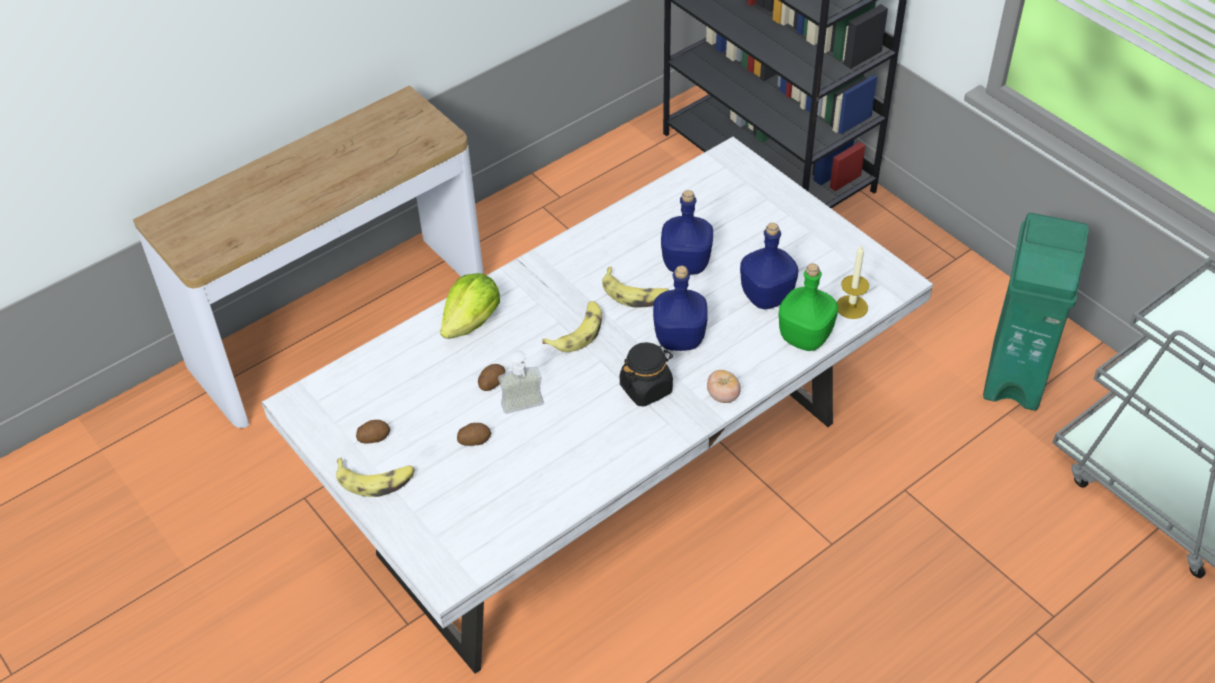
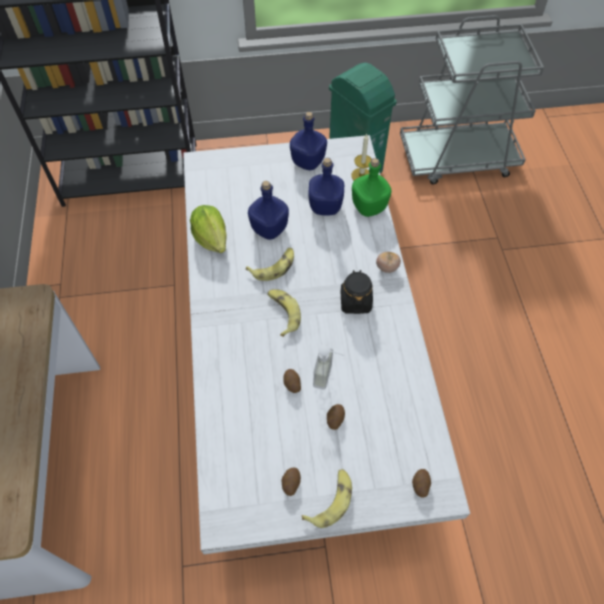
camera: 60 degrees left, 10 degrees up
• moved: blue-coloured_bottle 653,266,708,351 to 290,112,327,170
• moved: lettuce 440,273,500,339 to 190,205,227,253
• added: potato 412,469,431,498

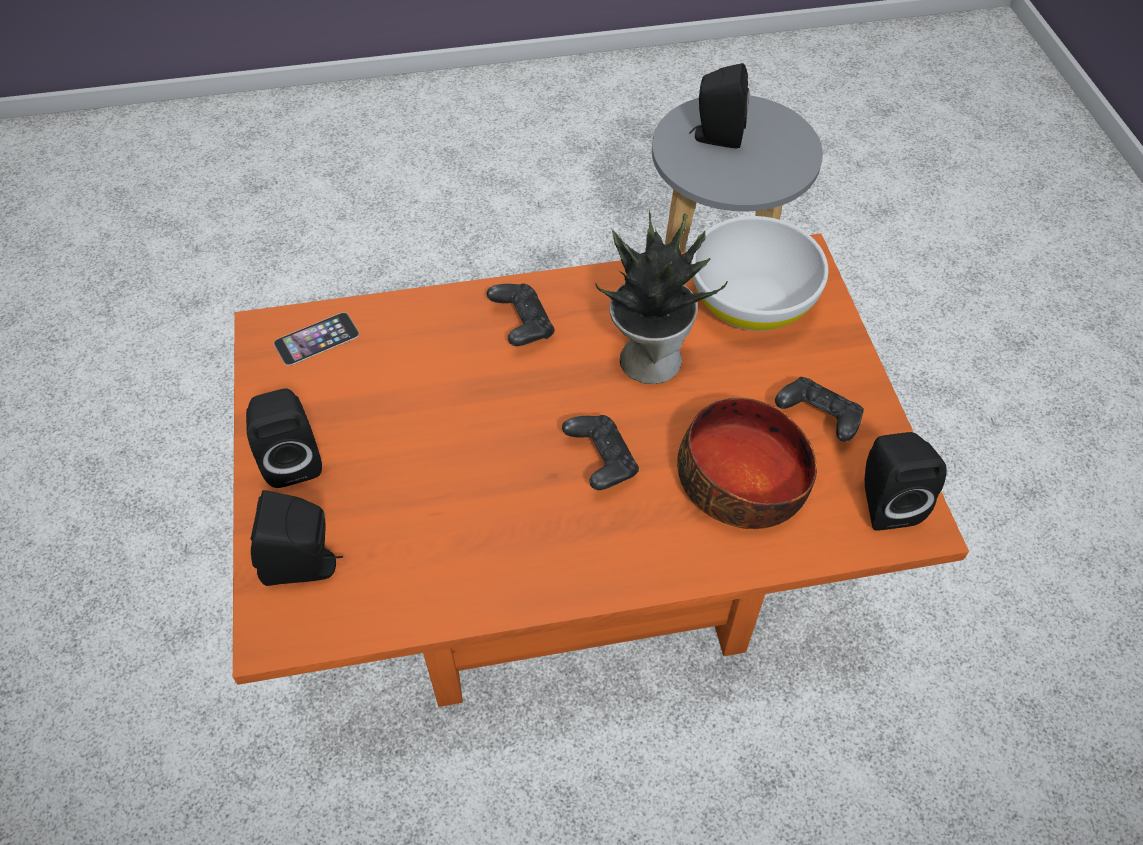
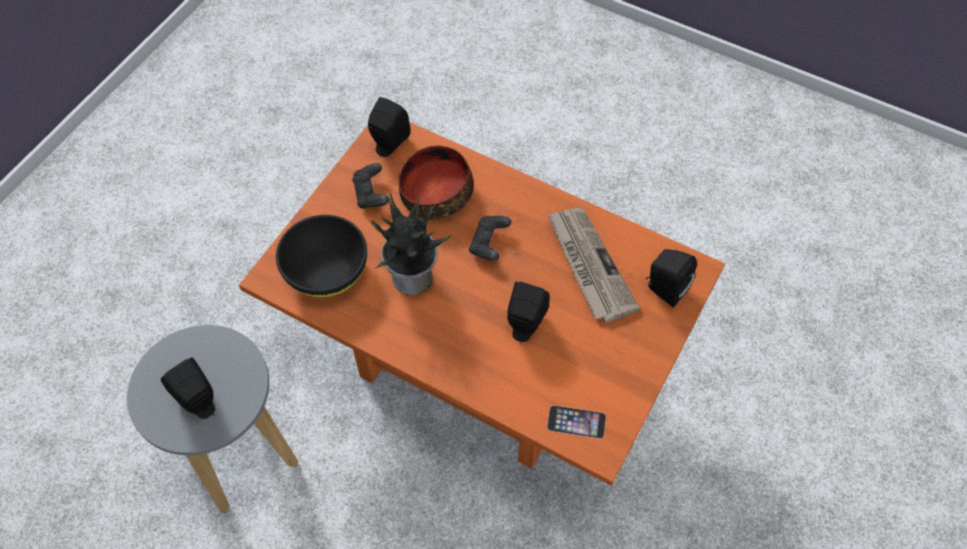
camera: 140 degrees left, 5 degrees up
• recoloured: white_deep_dish 691,216,829,331 to black_deep_dish 276,215,367,297
• removed: black_joypad 487,284,555,346
• moved: black_audio_speaker 246,388,322,488 to 507,282,550,344
• added: daily_paper 547,208,640,323

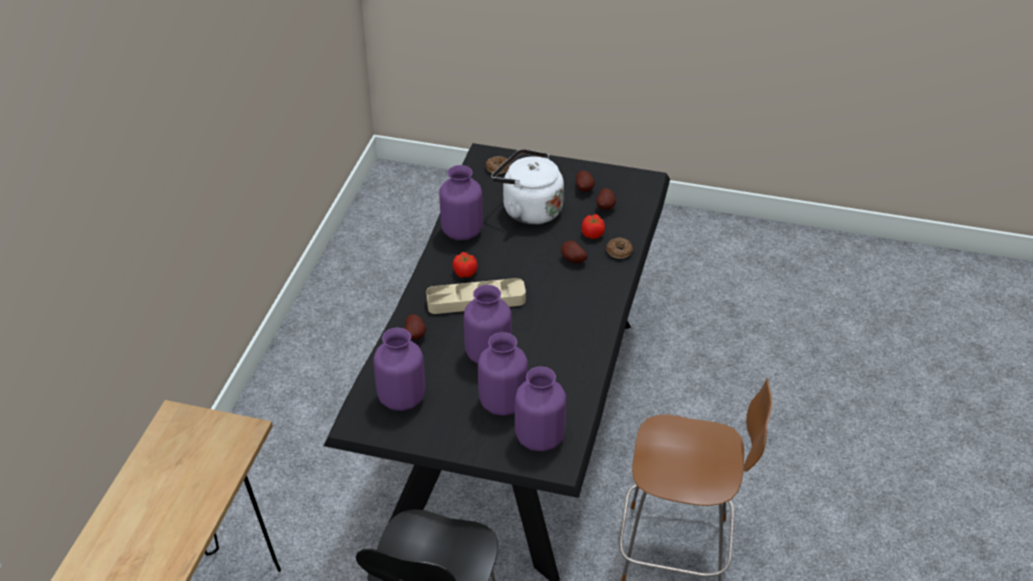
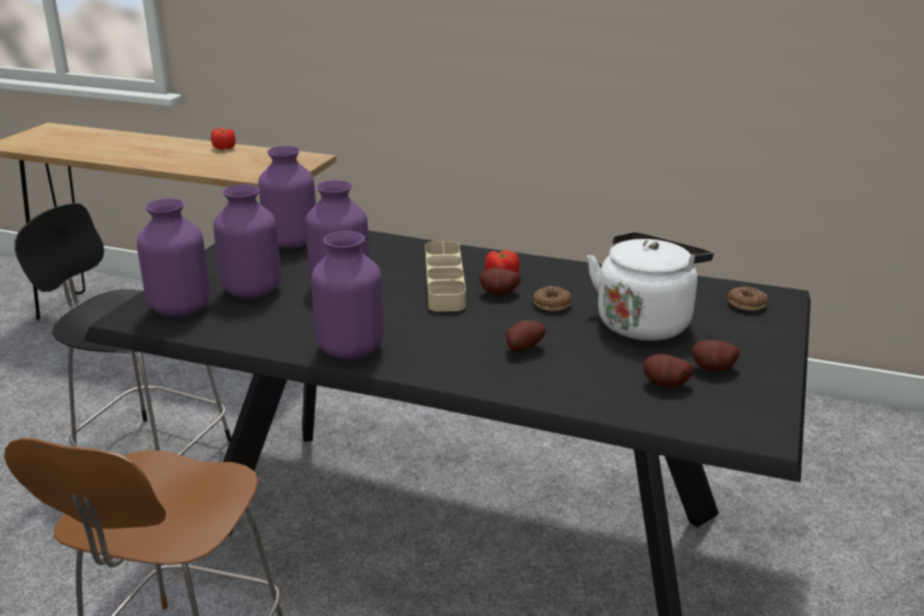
camera: 95 degrees right, 15 degrees down
• moved: purple-coloured_vase 439,165,483,240 to 311,231,384,359
• moved: whole_tomato 581,214,605,239 to 211,128,236,150
• moved: doughnut 606,237,633,259 to 533,286,572,311
• moved: potato 404,314,426,339 to 479,268,521,295

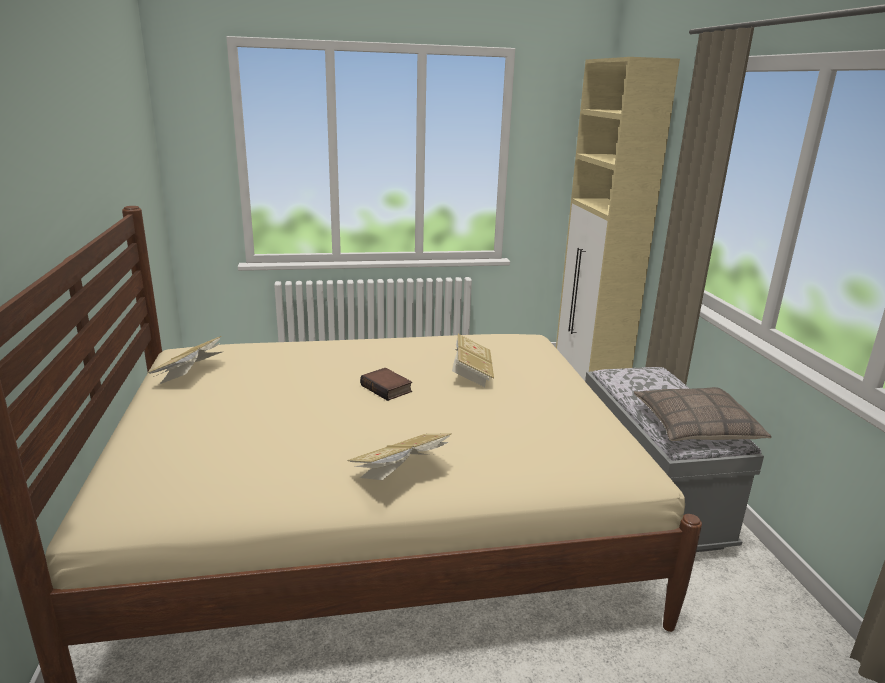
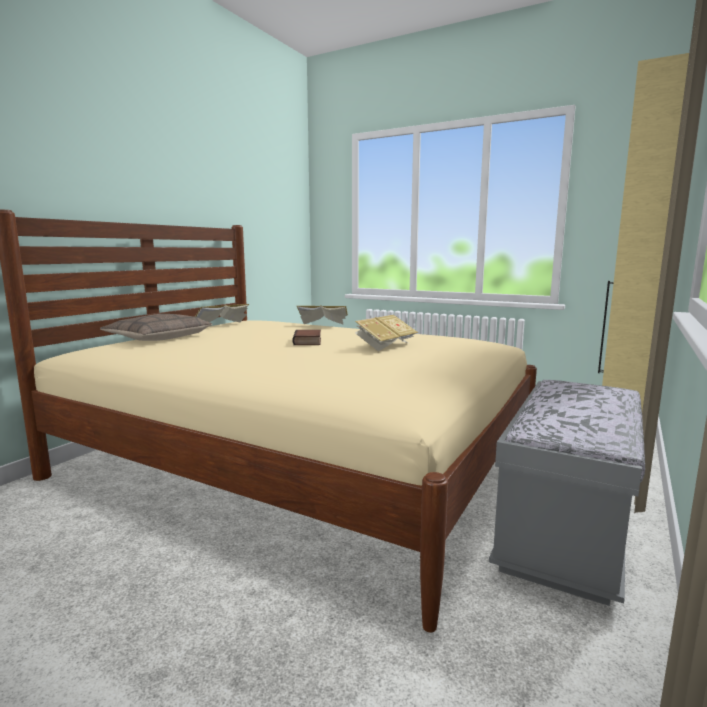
camera: 40 degrees right, 10 degrees down
• moved: cushion 634,387,771,441 to 100,314,212,341
• moved: volume 347,433,452,480 to 297,305,348,325

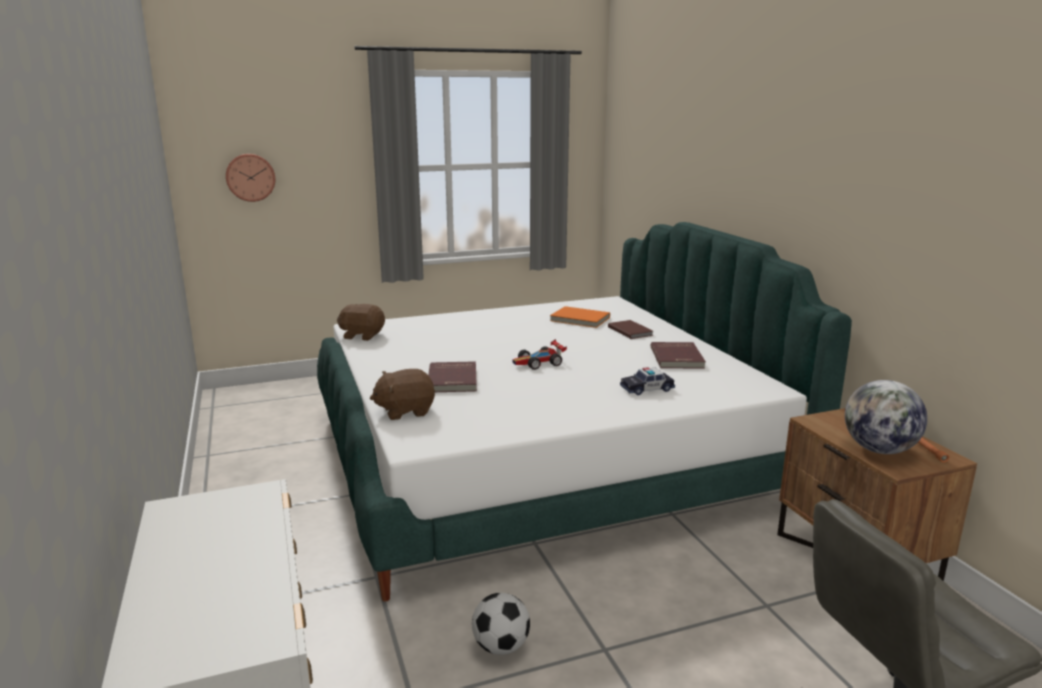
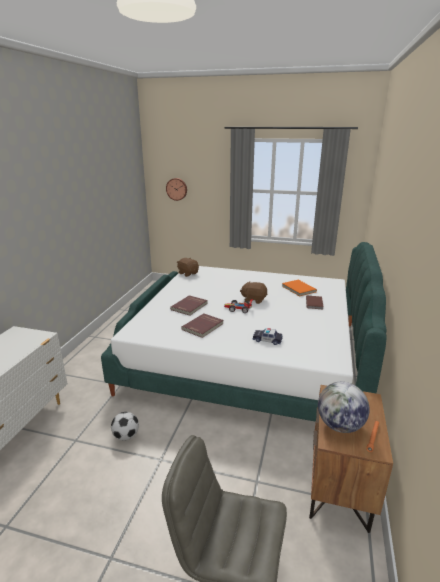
camera: 35 degrees right, 5 degrees up
• moved: reddish_volume 650,342,706,369 to 181,313,224,338
• moved: brown_plush_toy 370,369,435,420 to 240,281,268,304

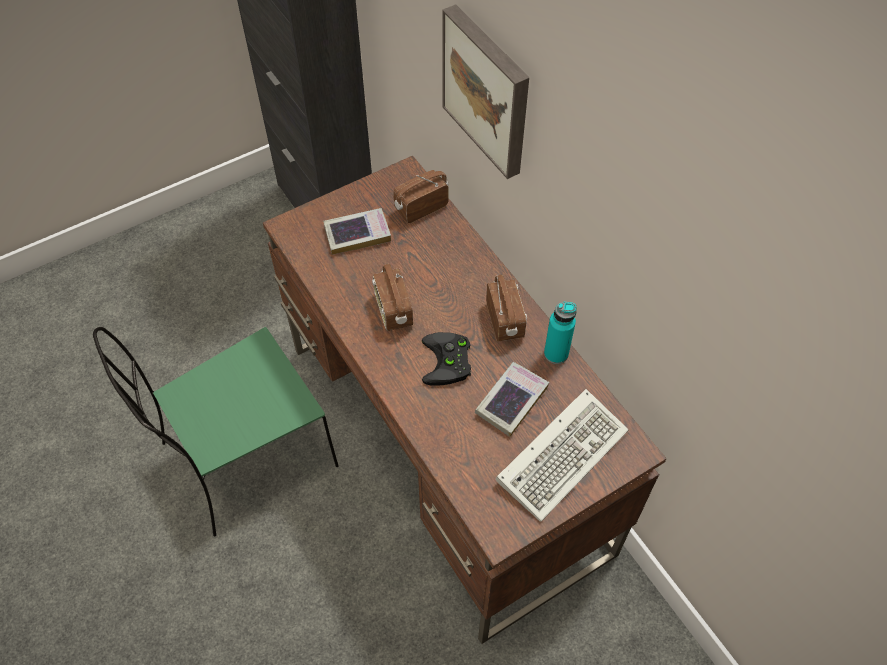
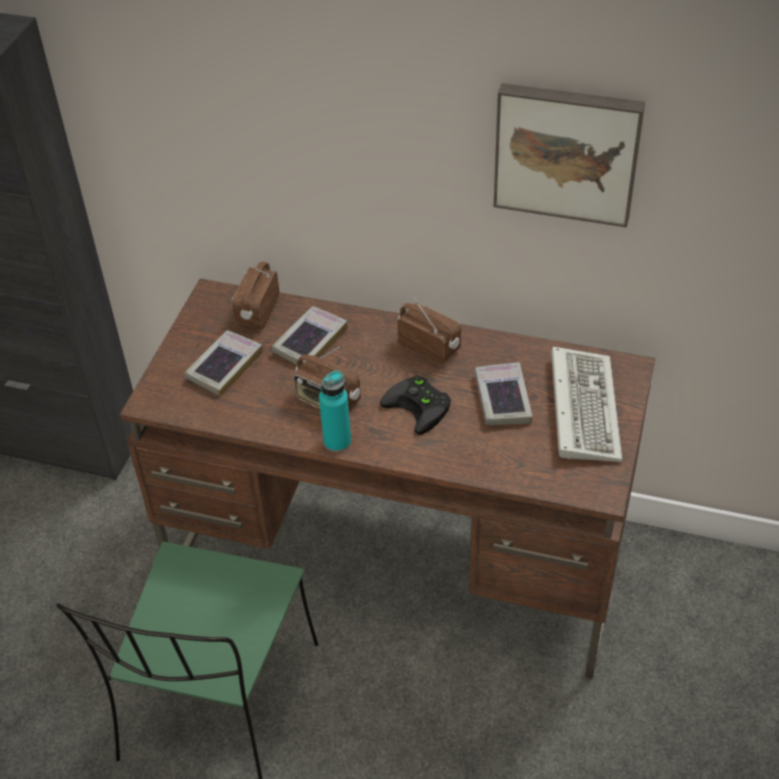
camera: 40 degrees left, 10 degrees down
• moved: picture 442,4,529,179 to 494,83,645,227
• moved: blue-green_bottle 544,302,577,364 to 319,370,351,452
• added: volume 272,306,347,365

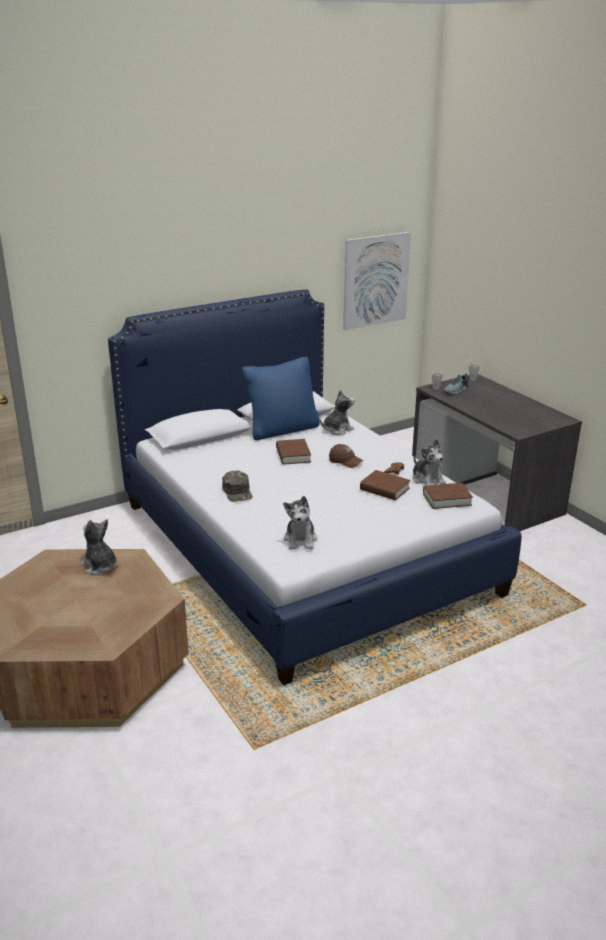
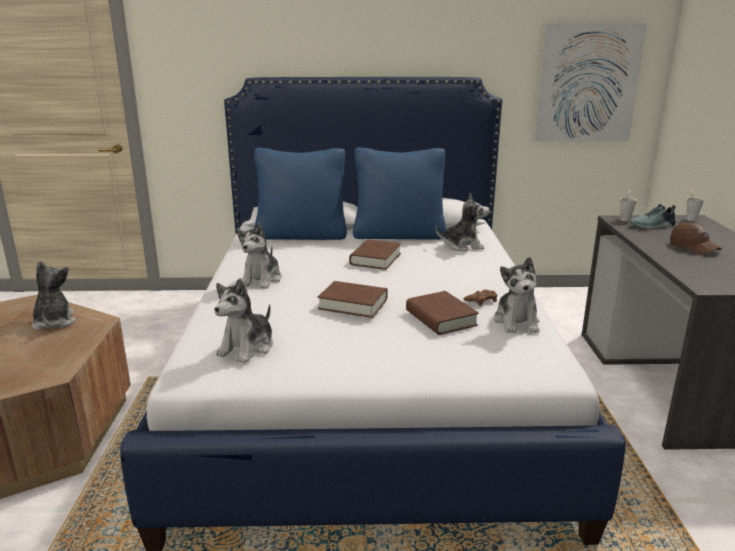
camera: 30 degrees right, 5 degrees down
• moved: brown_cap 329,444,364,468 to 670,221,722,255
• replaced: green-coloured_cap 222,470,253,502 to plush_toy 236,222,282,289
• moved: brown_volume 423,483,473,509 to 318,281,388,318
• added: blue-coloured_cushion 254,147,347,240

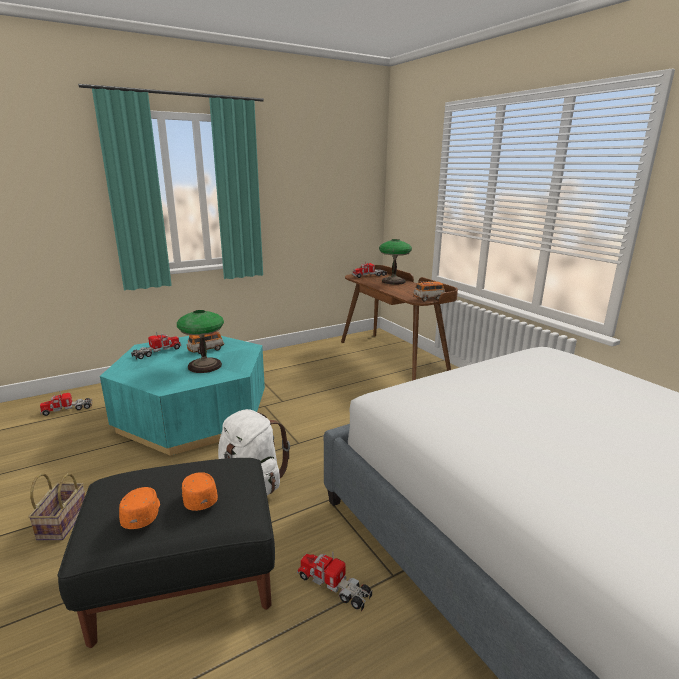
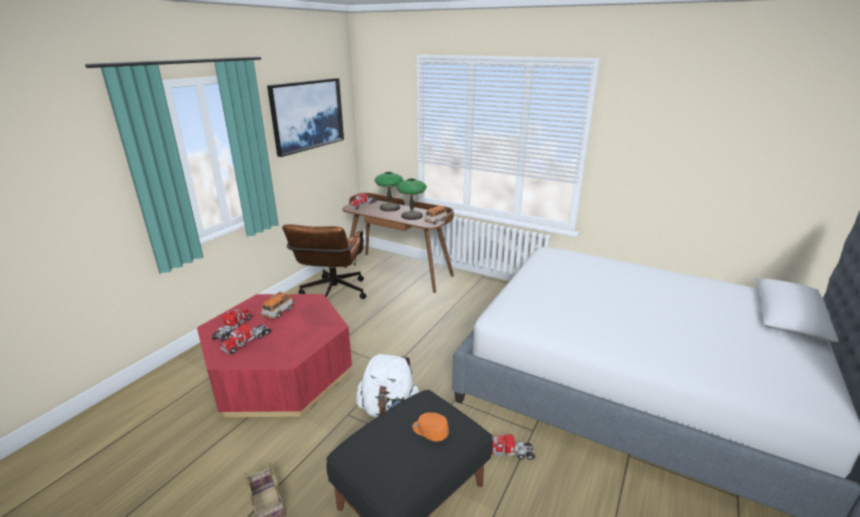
camera: 30 degrees left, 5 degrees up
• moved: lamp_for_a_table 177,310,224,373 to 397,179,427,220
• recoloured: blue-green_coffee_table 100,336,265,456 to reddish_coffee_table 197,294,352,417
• moved: toy_truck 40,391,93,416 to 221,324,271,354
• removed: orange_cap 119,487,160,529
• added: picture 267,78,344,157
• added: brown_office_chair 282,224,366,299

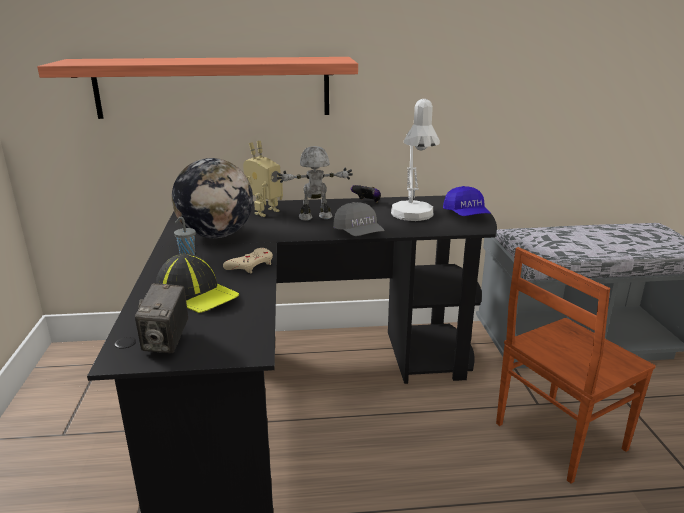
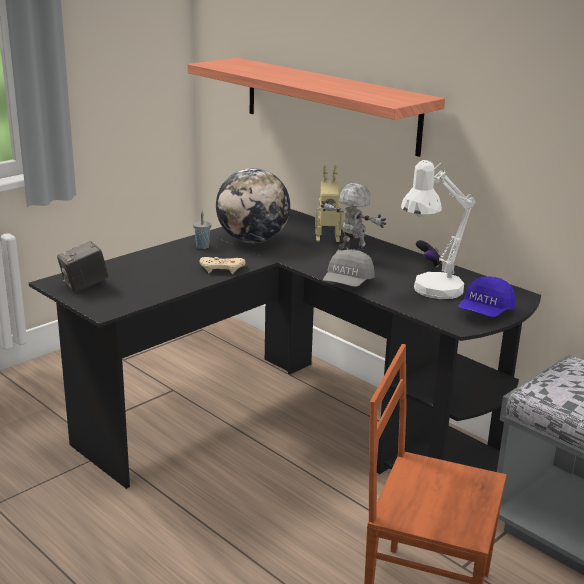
camera: 50 degrees right, 0 degrees up
• removed: cap 156,253,239,313

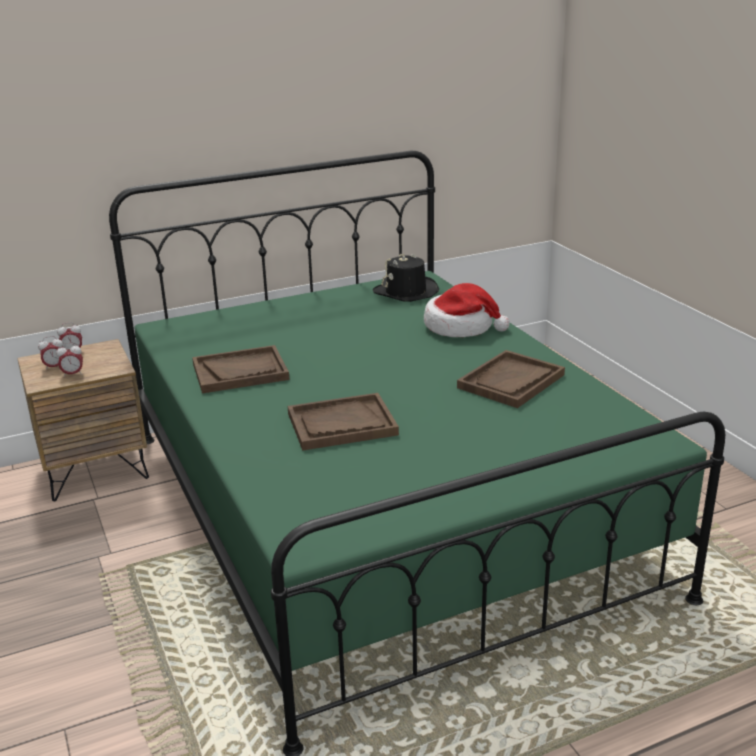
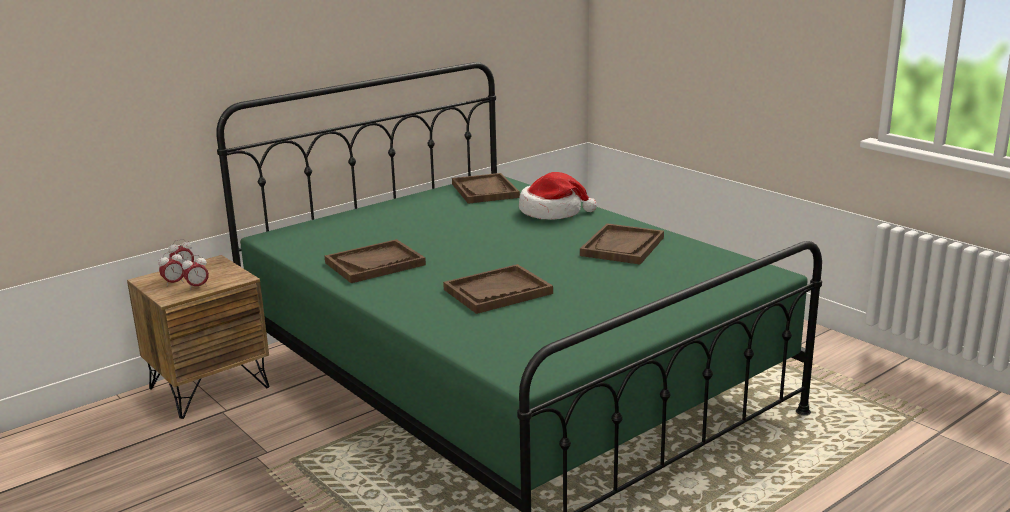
camera: 15 degrees left, 5 degrees down
• replaced: black_hat 373,253,439,302 to brown_tray 452,173,520,204

